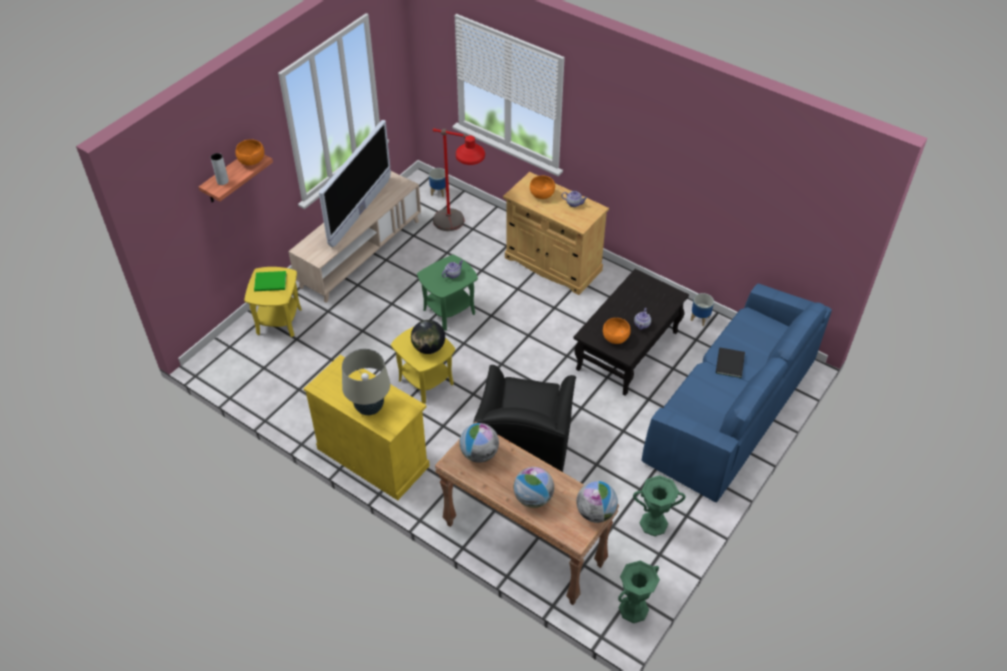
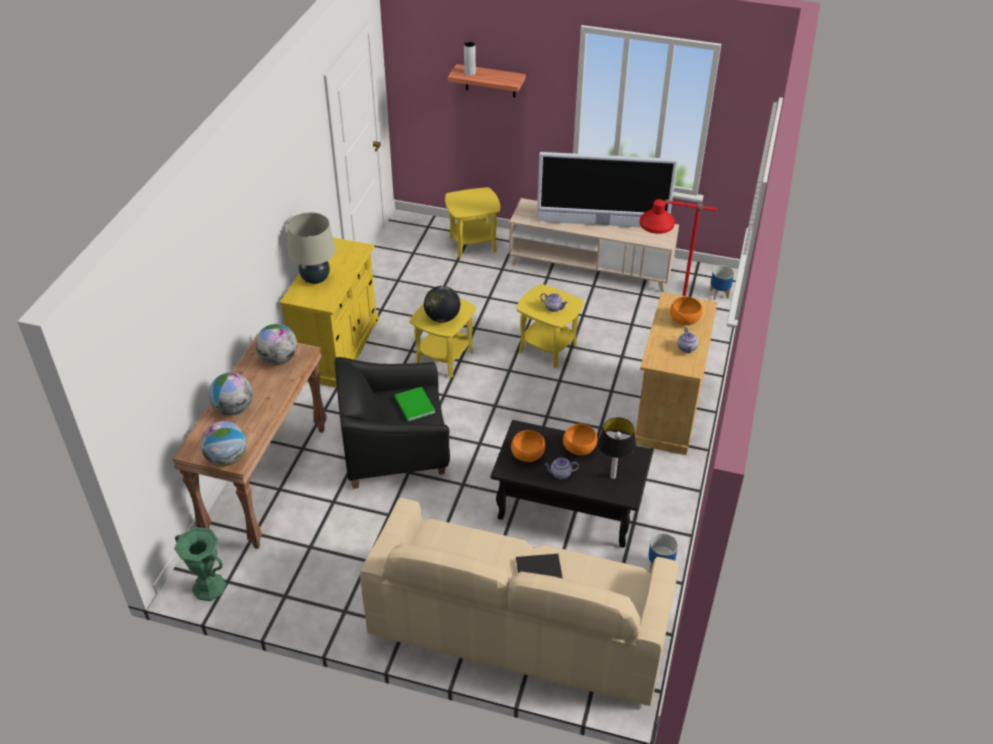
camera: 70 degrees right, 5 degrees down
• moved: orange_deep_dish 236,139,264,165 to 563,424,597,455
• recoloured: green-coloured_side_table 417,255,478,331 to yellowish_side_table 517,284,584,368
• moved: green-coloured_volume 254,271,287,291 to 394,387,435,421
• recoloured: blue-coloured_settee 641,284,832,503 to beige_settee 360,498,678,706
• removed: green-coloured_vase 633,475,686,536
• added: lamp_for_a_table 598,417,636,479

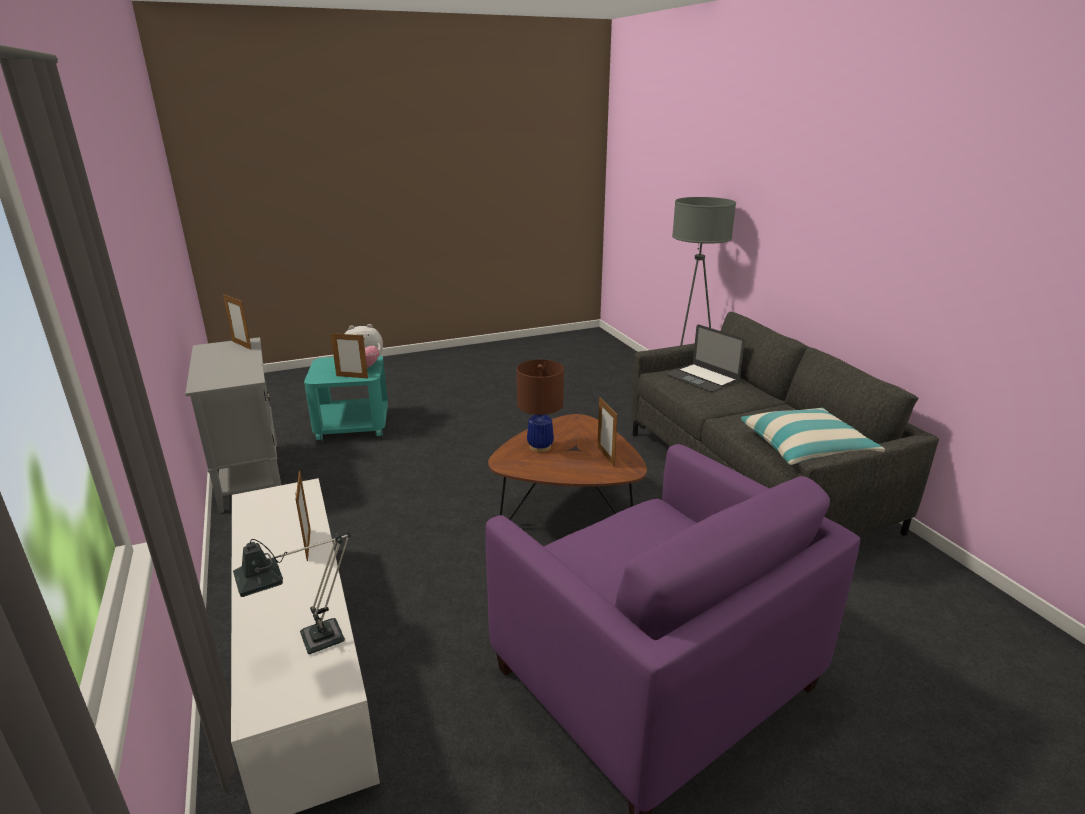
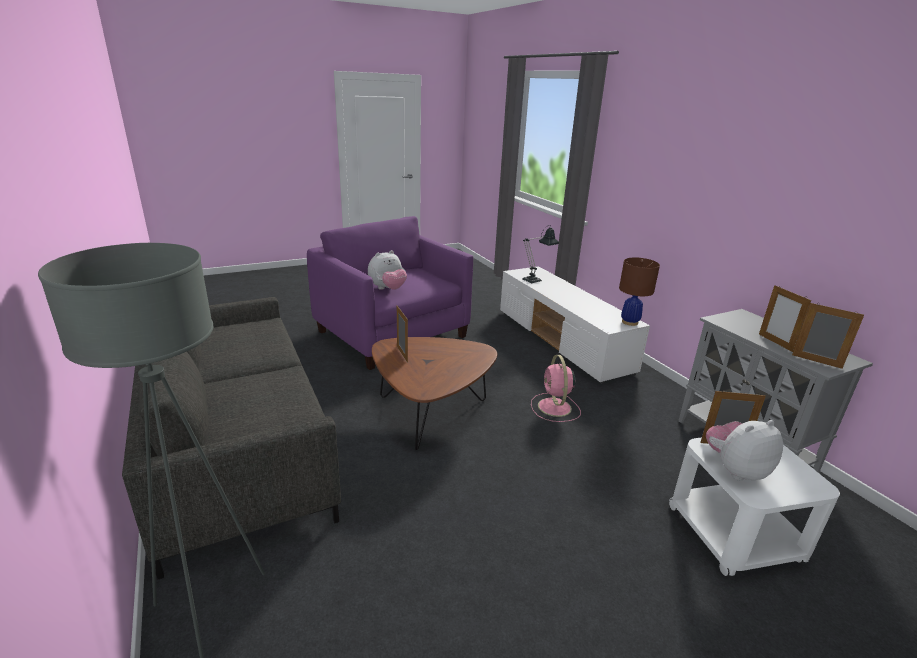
camera: 175 degrees right, 0 degrees up
• removed: portable_computer 666,324,745,392
• recoloured: blue-green_side_table 304,355,388,442 to white_side_table 669,437,840,577
• moved: brown_lamp_for_a_table 517,360,564,453 to 619,257,660,326
• removed: cushion 741,408,885,465
• moved: picture_frame 295,470,311,561 to 759,285,811,352
• added: plush_toy 368,250,407,290
• added: pink_electric_fan 531,355,581,422

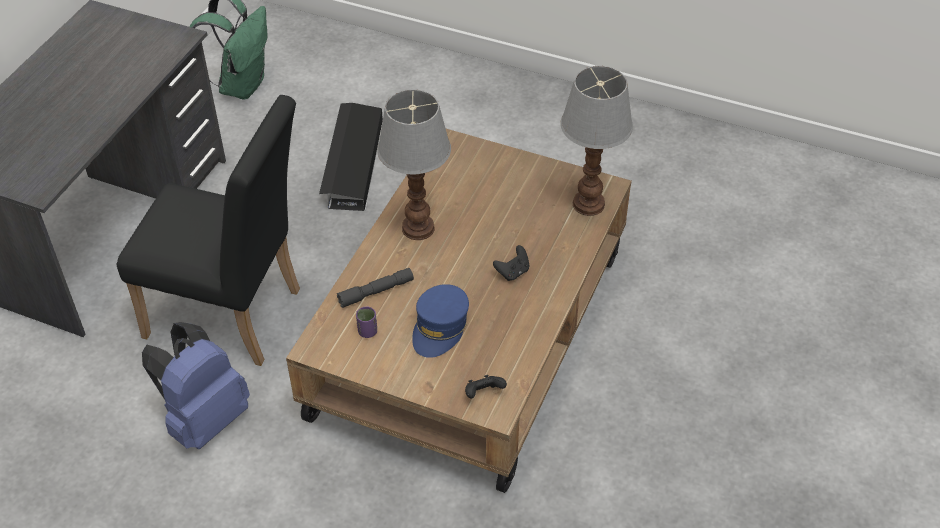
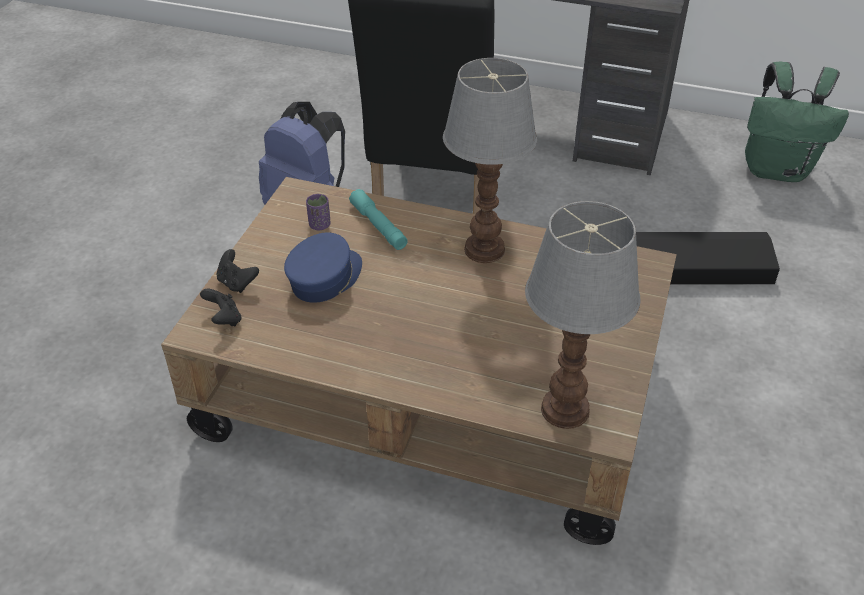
camera: 85 degrees right, 5 degrees down
• moved: black_joypad 493,245,530,281 to 216,249,259,293
• recoloured: grey_flashlight 337,268,414,308 to blue-green_flashlight 349,189,407,250
• turned: blue-coloured_cap 412,284,469,358 = 284,232,362,303 105 degrees clockwise

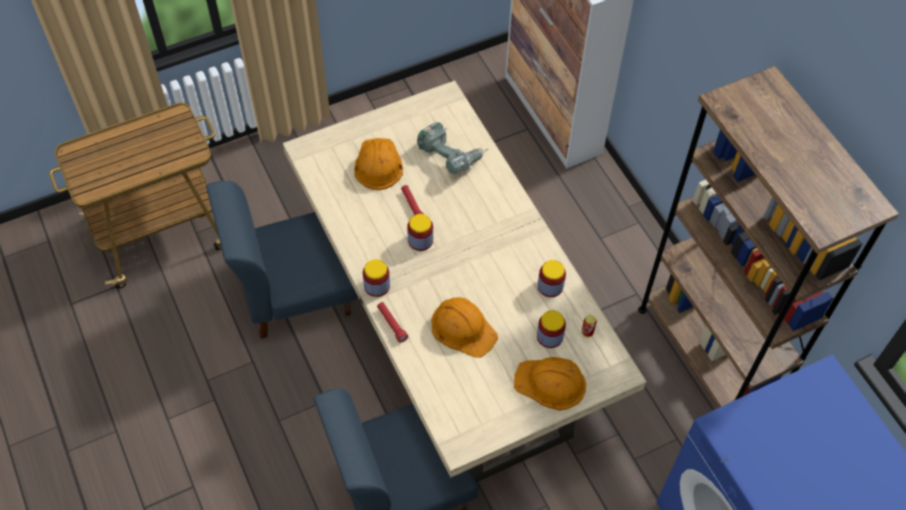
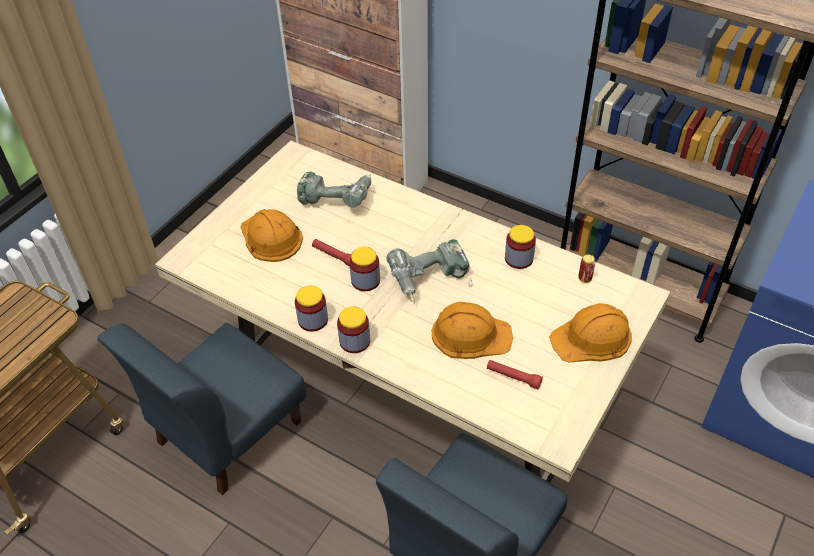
camera: 30 degrees left, 10 degrees down
• moved: reddish_flashlight 377,302,408,343 to 487,360,543,389
• moved: jar 537,310,566,348 to 295,286,328,332
• added: drill 386,239,473,304

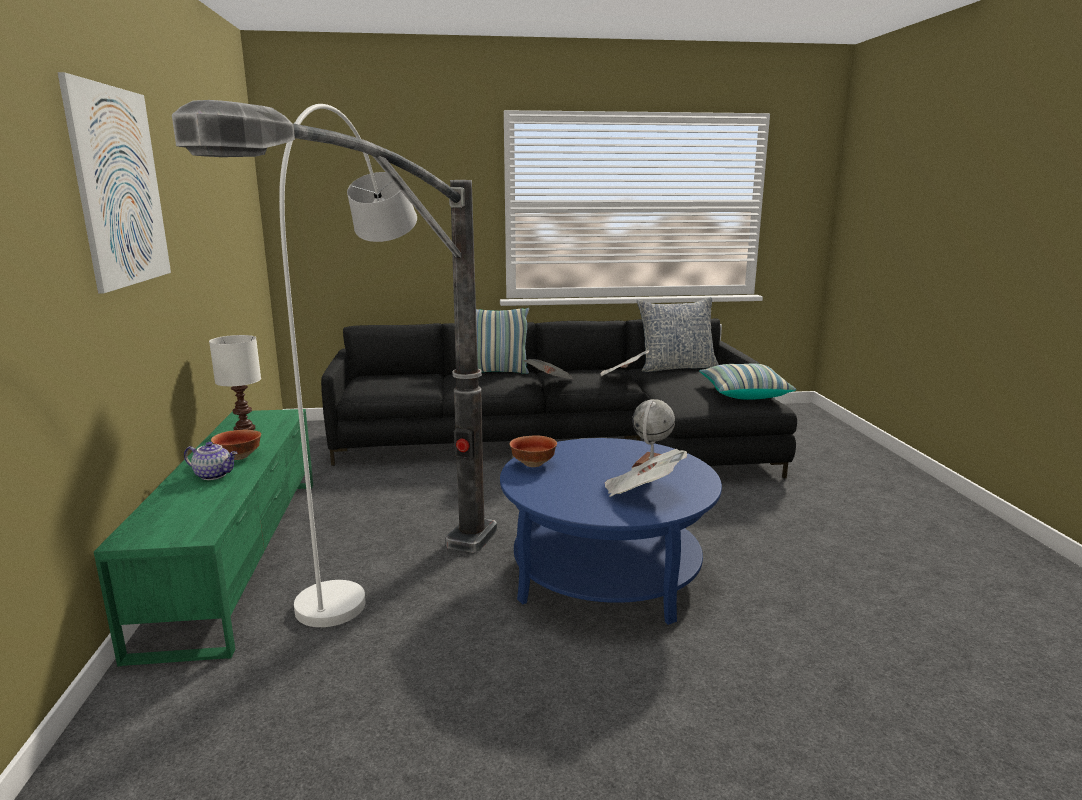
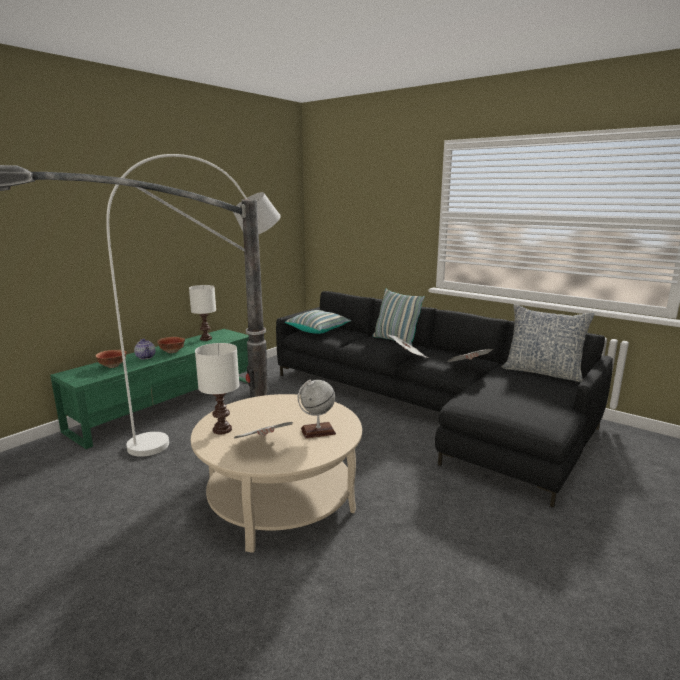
camera: 45 degrees right, 0 degrees up
• removed: picture 57,72,171,294
• moved: cushion 699,363,796,400 to 285,310,351,334
• moved: deep_dish 510,436,557,467 to 96,350,127,368
• recoloured: blue-coloured_coffee_table 500,438,722,625 to beige_coffee_table 191,394,362,553
• added: white_lamp_for_a_table 195,343,239,434

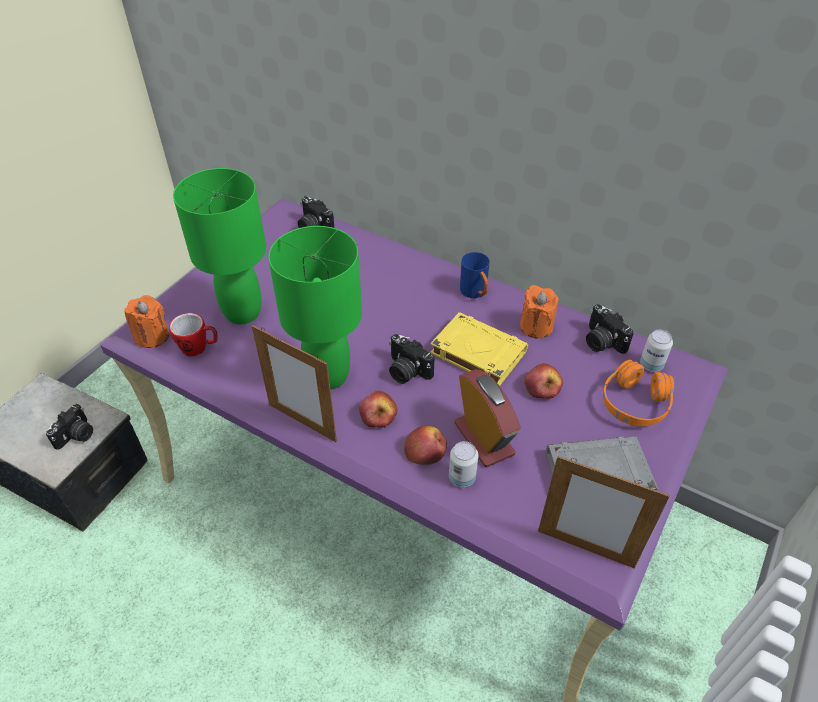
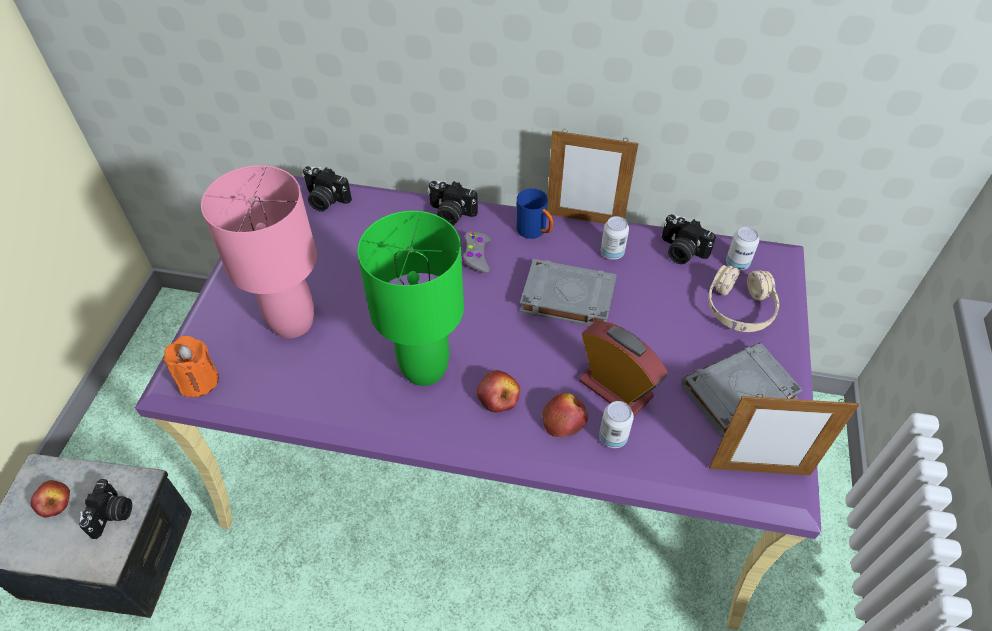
camera: 20 degrees left, 5 degrees up
• recoloured: green-coloured_lamp_for_a_table 173,168,266,325 to pink_lamp_for_a_table 201,165,317,338
• replaced: orange_wax_candle 520,285,559,338 to metal_can 601,216,629,260
• recoloured: yellowish_volume 430,312,528,386 to grey_volume 520,259,617,326
• removed: coffee_mug 169,313,218,356
• moved: picture_frame 252,325,337,442 to 547,129,638,224
• moved: still_camera 389,334,434,384 to 428,181,478,226
• recoloured: orange_headset 603,360,674,426 to beige_headset 708,265,779,332
• moved: apple 524,363,563,399 to 30,480,70,518
• added: grey_joypad 462,231,491,273

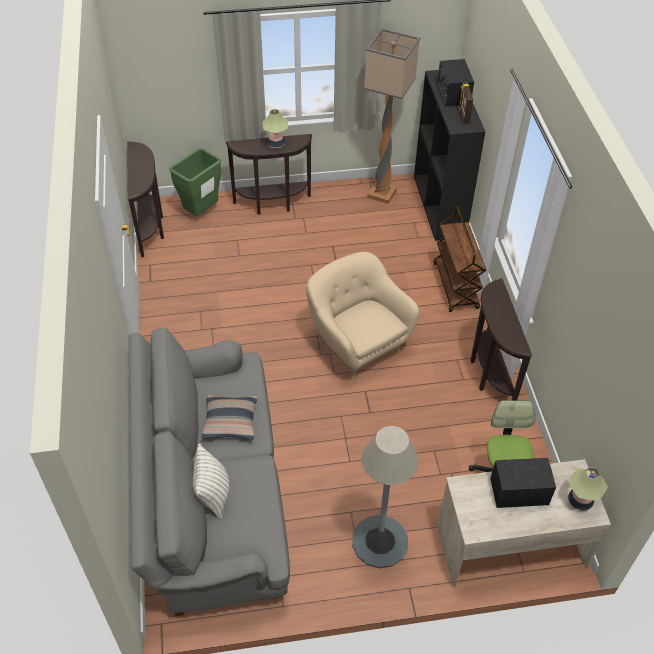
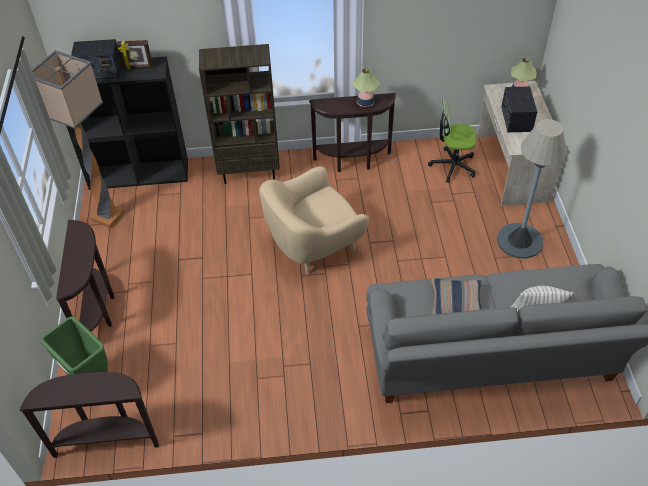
camera: 85 degrees left, 0 degrees up
• moved: lamp_for_a_table 263,109,288,148 to 352,68,380,107
• replaced: brown_cart 433,206,486,312 to brown_shelving_unit 199,44,280,184

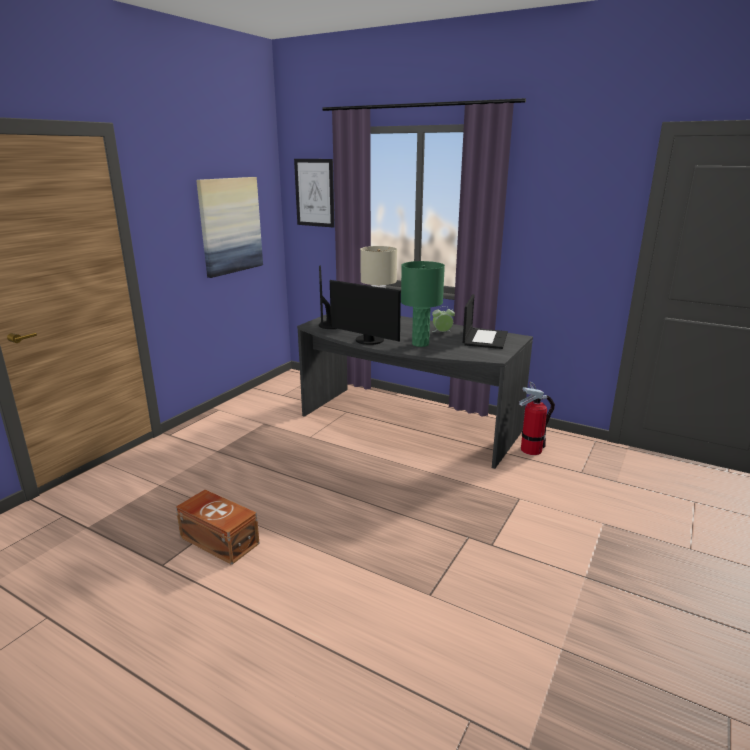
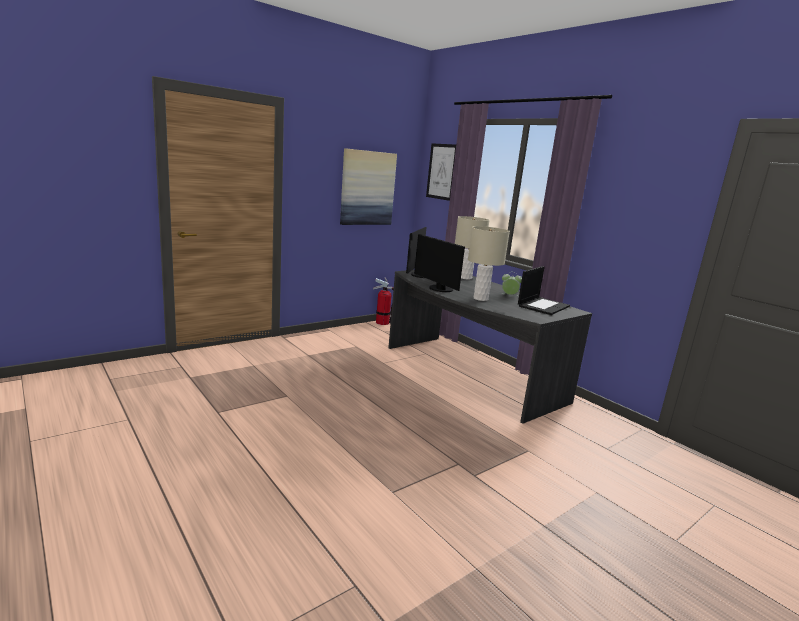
camera: 20 degrees right, 5 degrees down
• recoloured: green-coloured_lamp_for_a_table 401,261,445,347 to beige_lamp_for_a_table 468,226,510,301
• moved: extinguisher 519,382,555,455 to 373,277,394,325
• removed: brown_storage_box 176,490,260,565

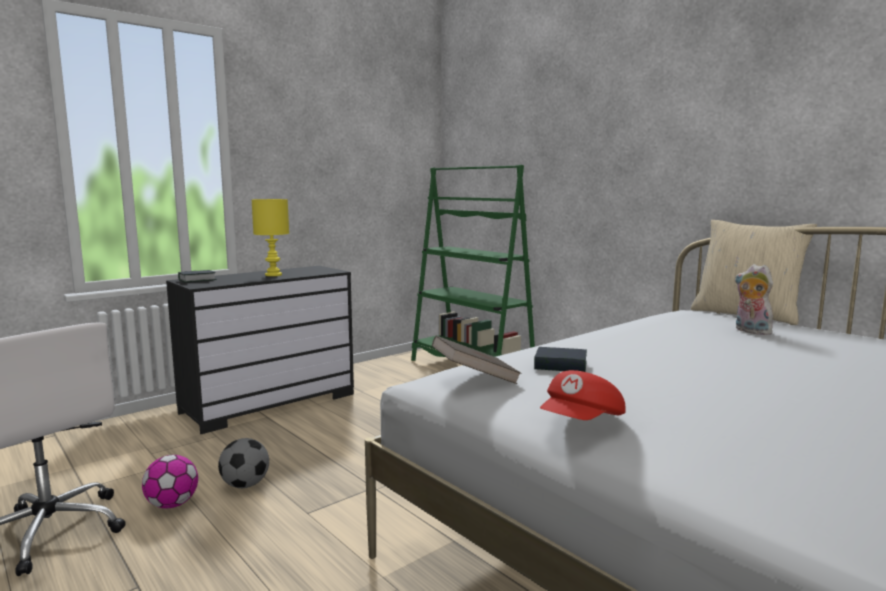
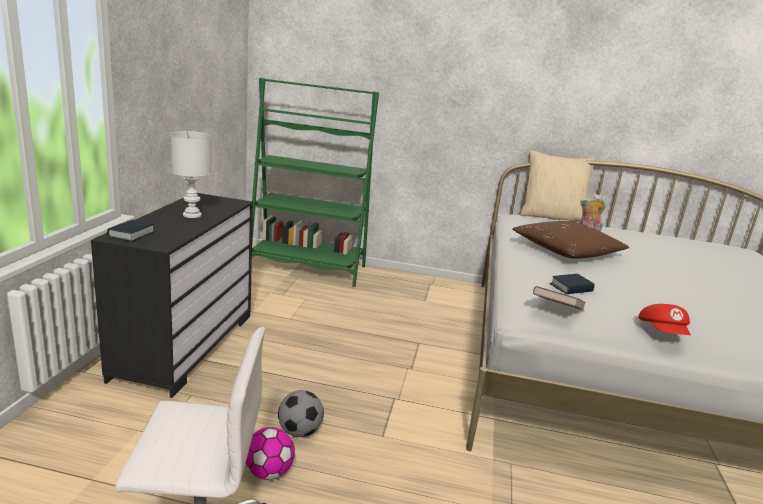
camera: 40 degrees left, 10 degrees up
• recoloured: yellowish_lamp_for_a_table 252,199,289,276 to white_lamp_for_a_table 170,131,211,218
• added: brown_cushion 512,221,629,259

